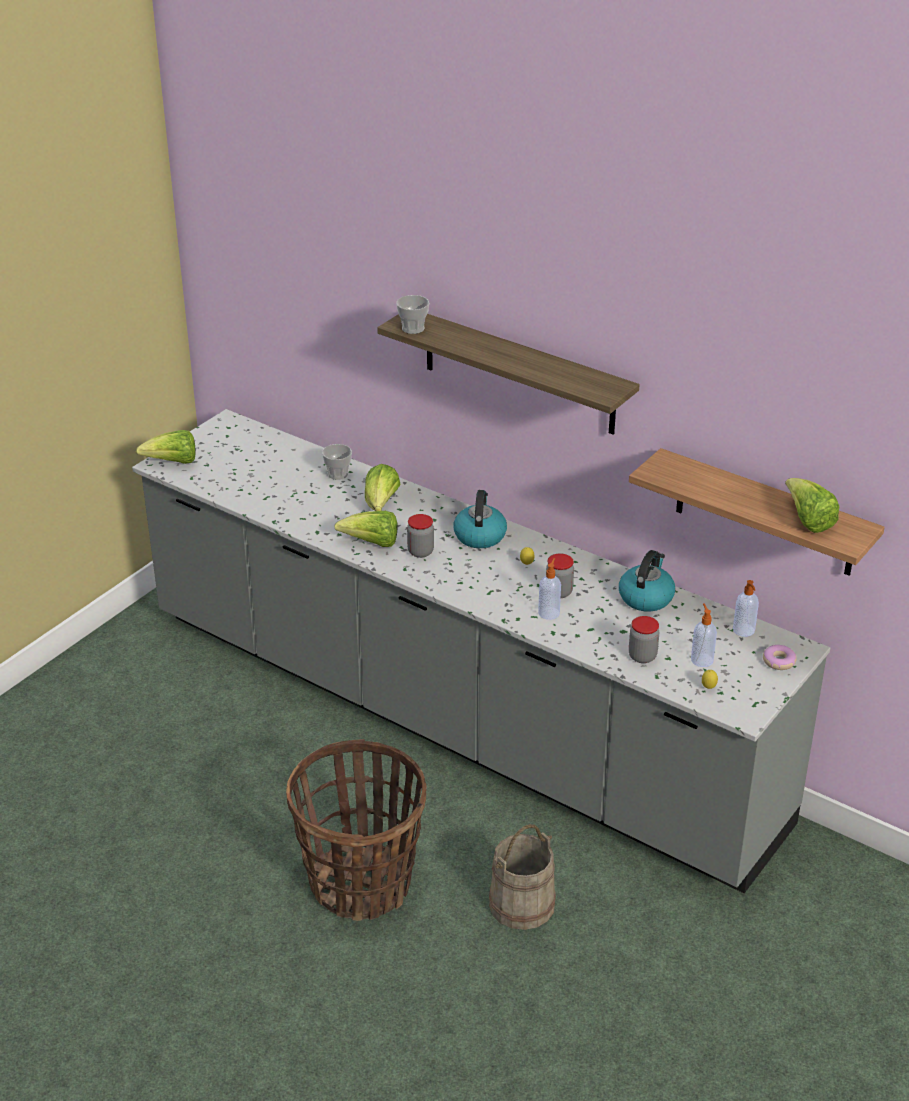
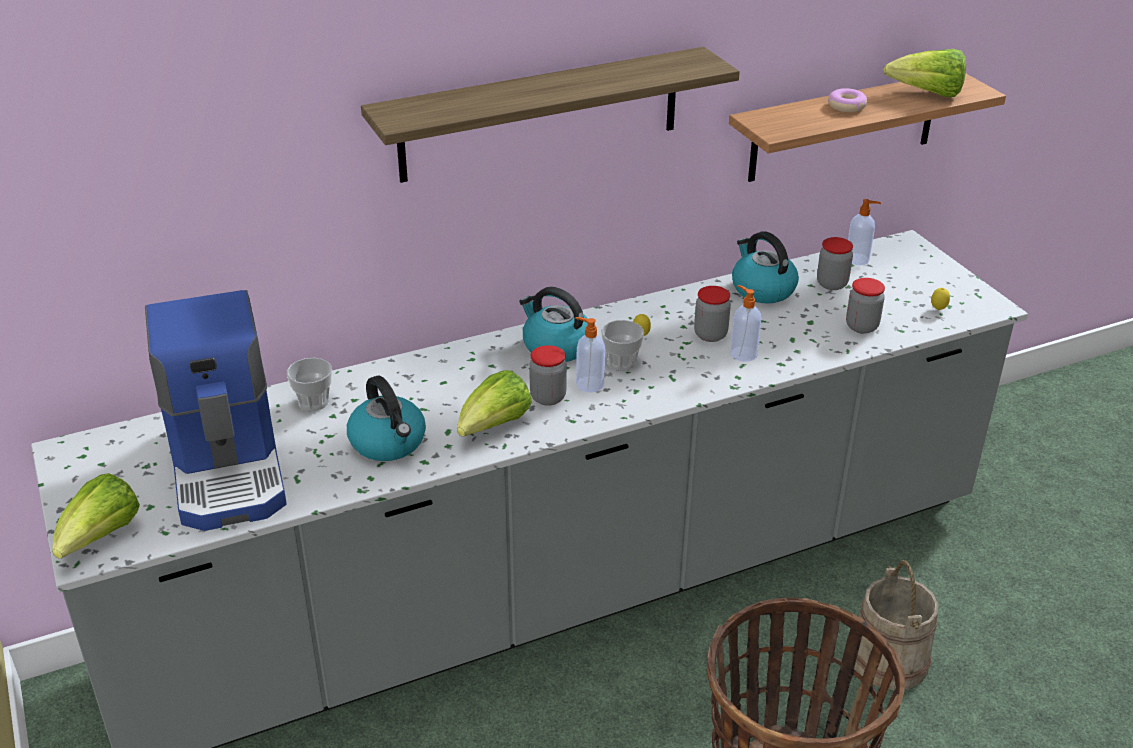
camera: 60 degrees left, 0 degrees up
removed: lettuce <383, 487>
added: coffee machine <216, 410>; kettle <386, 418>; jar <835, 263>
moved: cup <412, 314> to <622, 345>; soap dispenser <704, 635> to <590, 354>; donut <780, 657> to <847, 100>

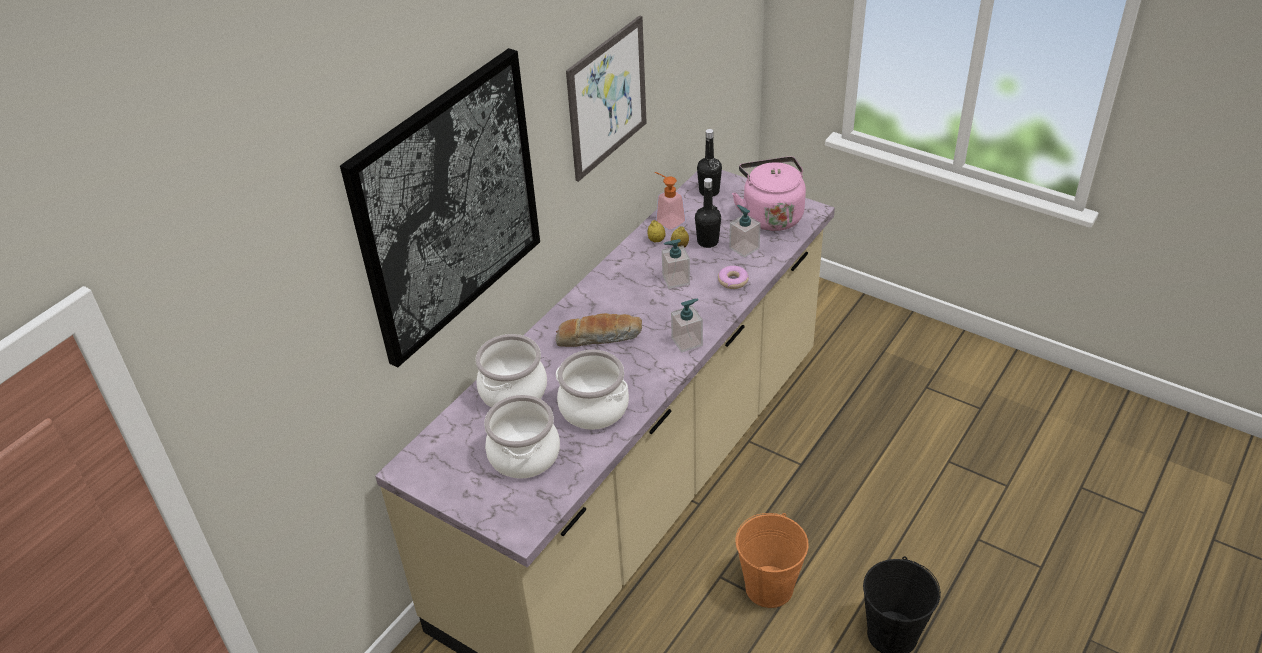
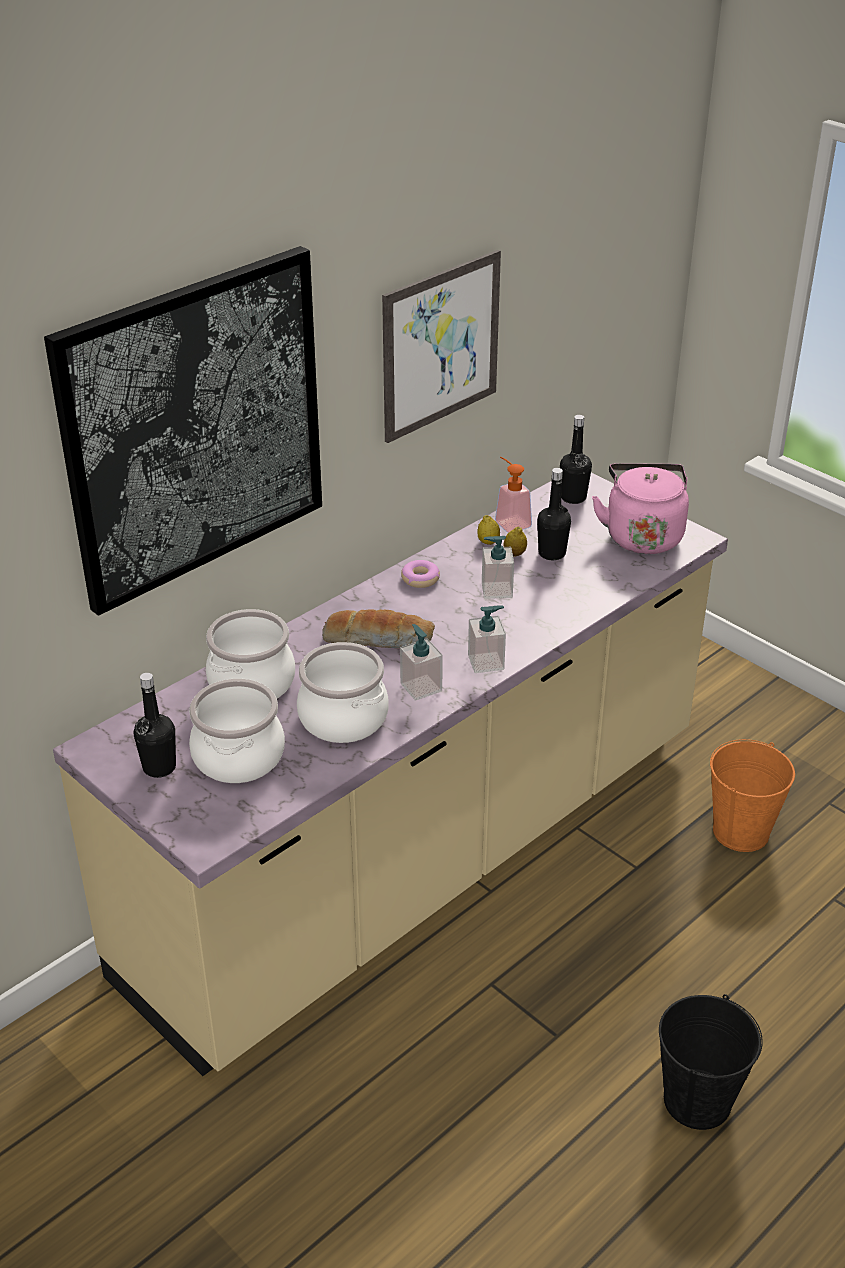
camera: 10 degrees right, 5 degrees down
added: black bottle <155, 725>
moved: donut <733, 277> to <420, 574>; soap dispenser <745, 231> to <421, 662>; orange bucket <772, 560> to <752, 795>

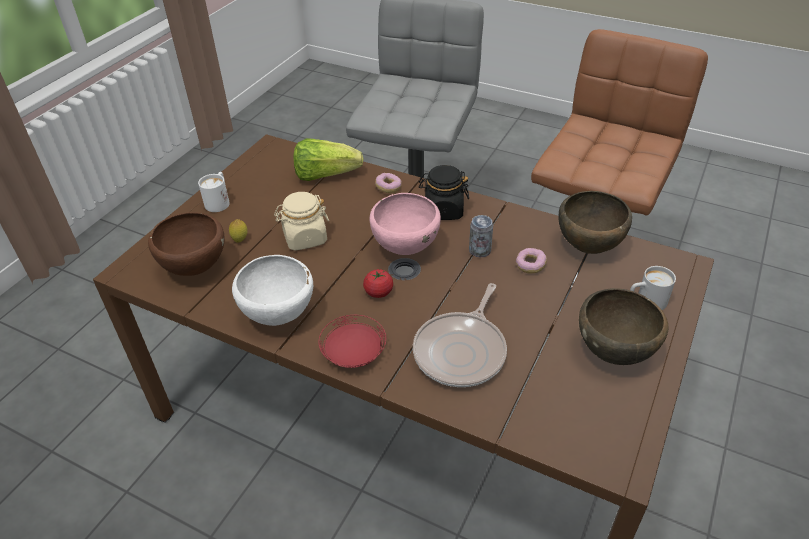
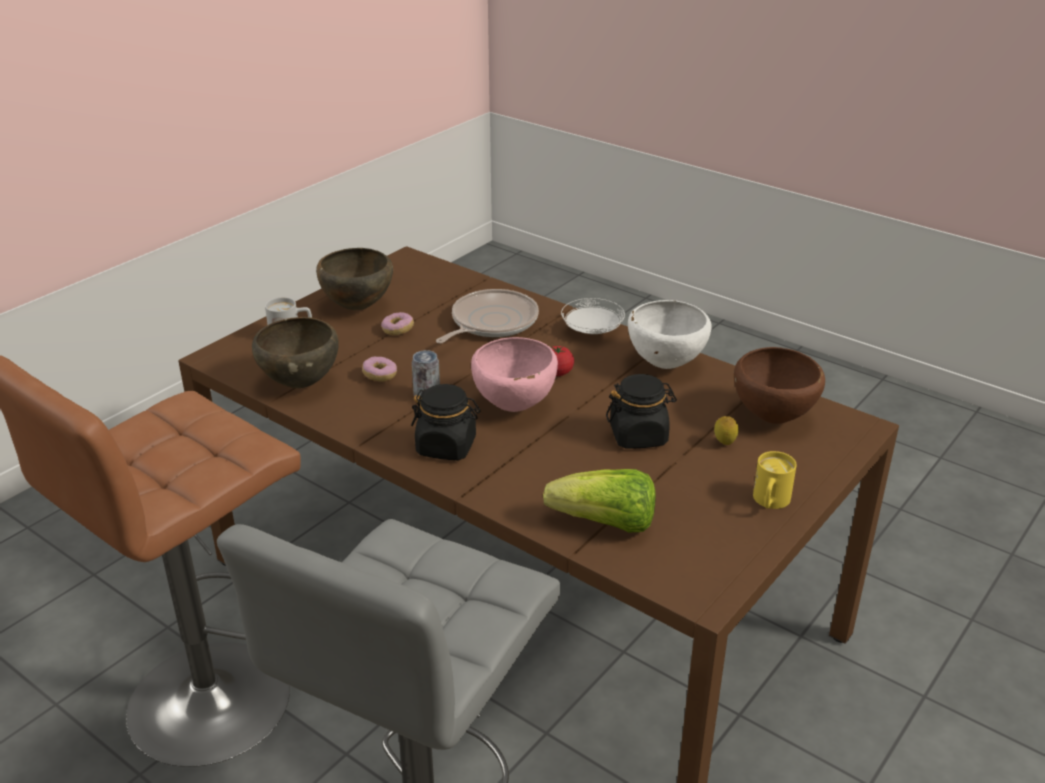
camera: 170 degrees left, 10 degrees down
moved: donut <388, 183> to <397, 323>
recoloured: white mug <214, 192> to yellow mug <775, 480>; beige jar <301, 221> to black jar <641, 411>; red plate <352, 341> to white plate <593, 316>

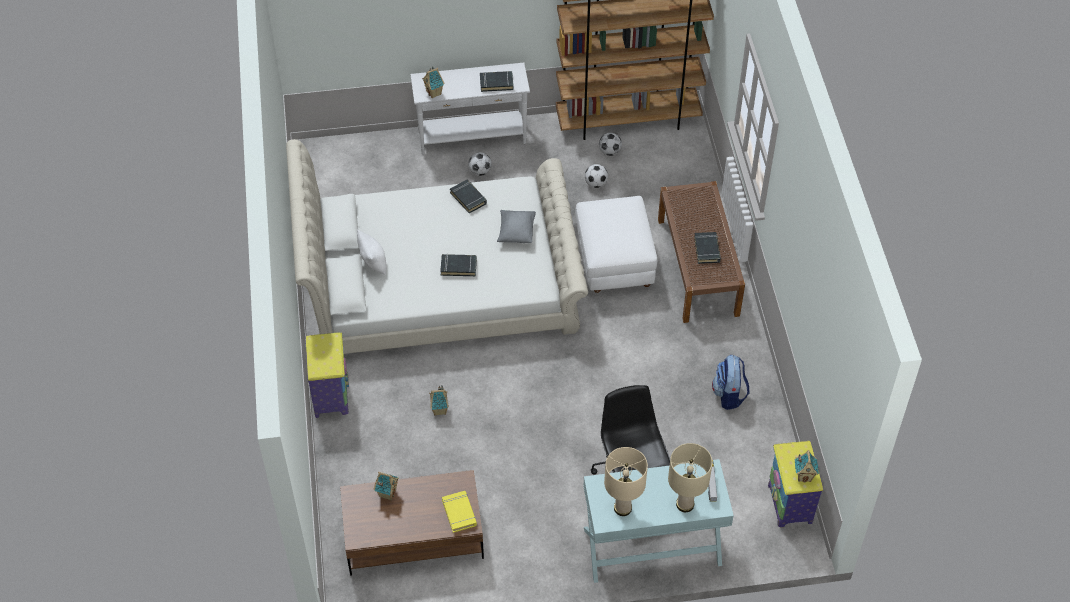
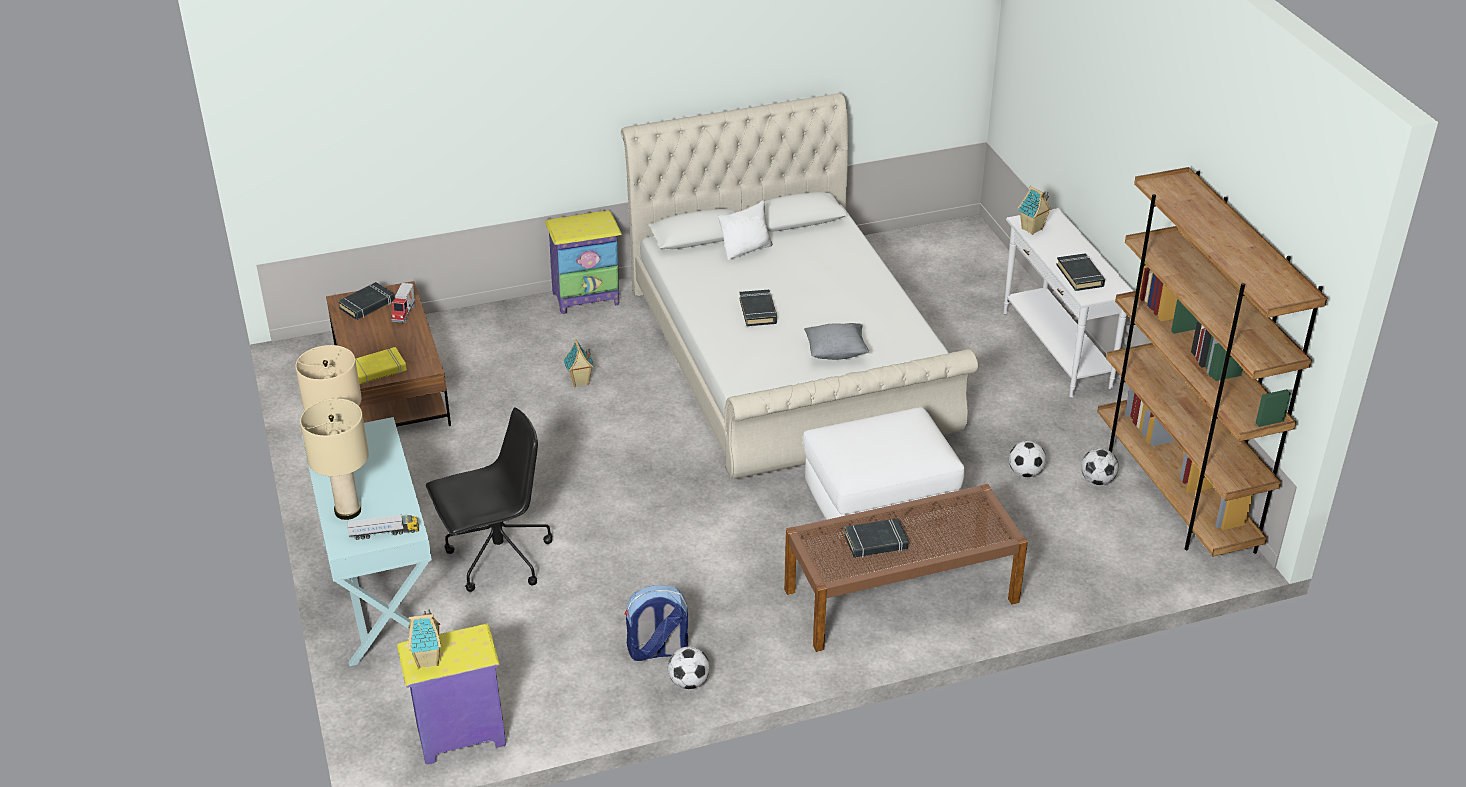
camera: 80 degrees right, 15 degrees down
moved: black book <468, 196> to <366, 301>; football <480, 164> to <689, 667>
replaced: toy house <386, 486> to toy truck <403, 303>

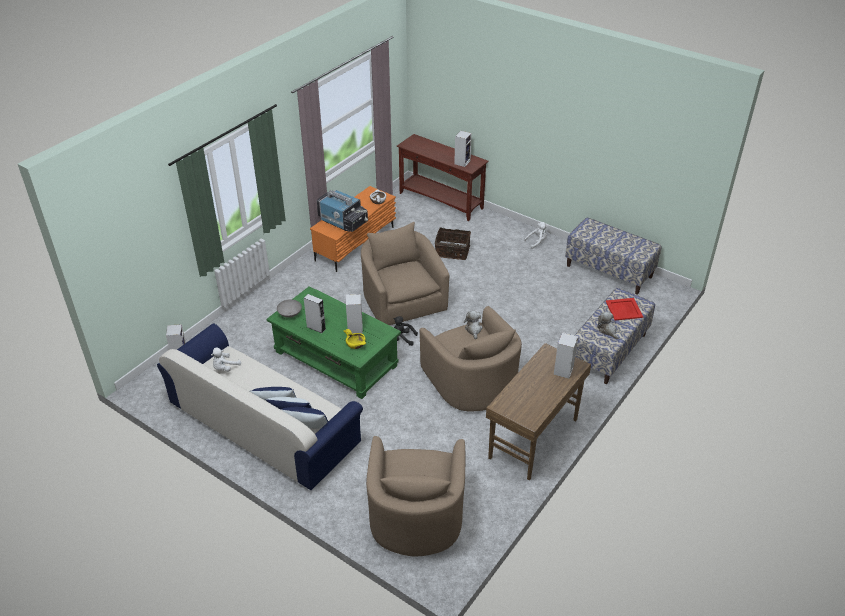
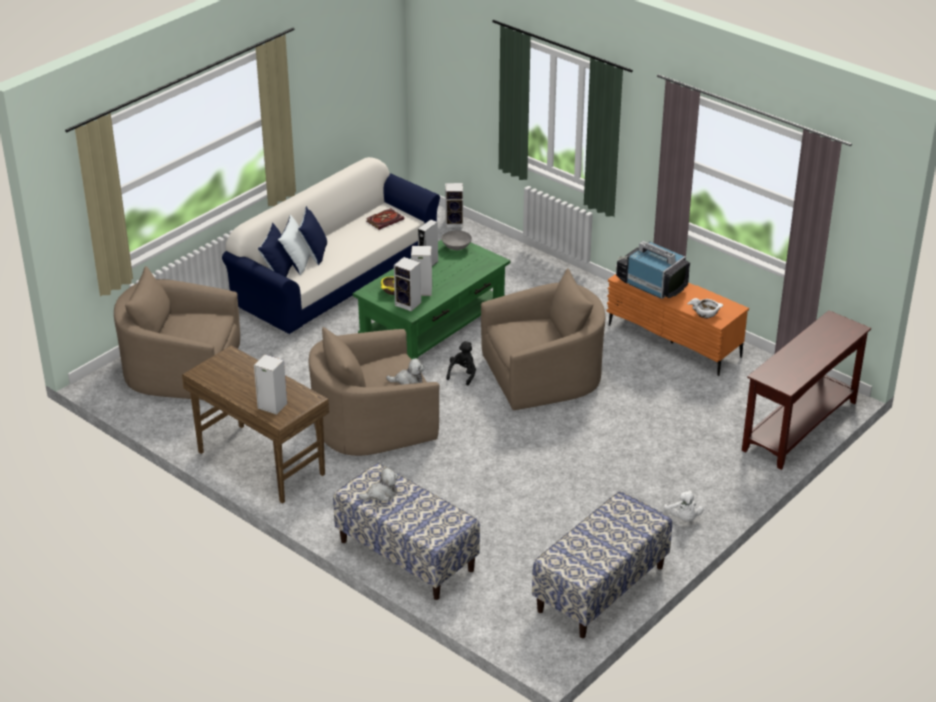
camera: 95 degrees right, 5 degrees down
removed: basket <453, 243>; red tray <624, 309>
moved: speaker <463, 149> to <407, 284>
replaced: white plush toy <226, 359> to book <385, 219>
turned: television <342, 211> = <653, 270> 90 degrees clockwise

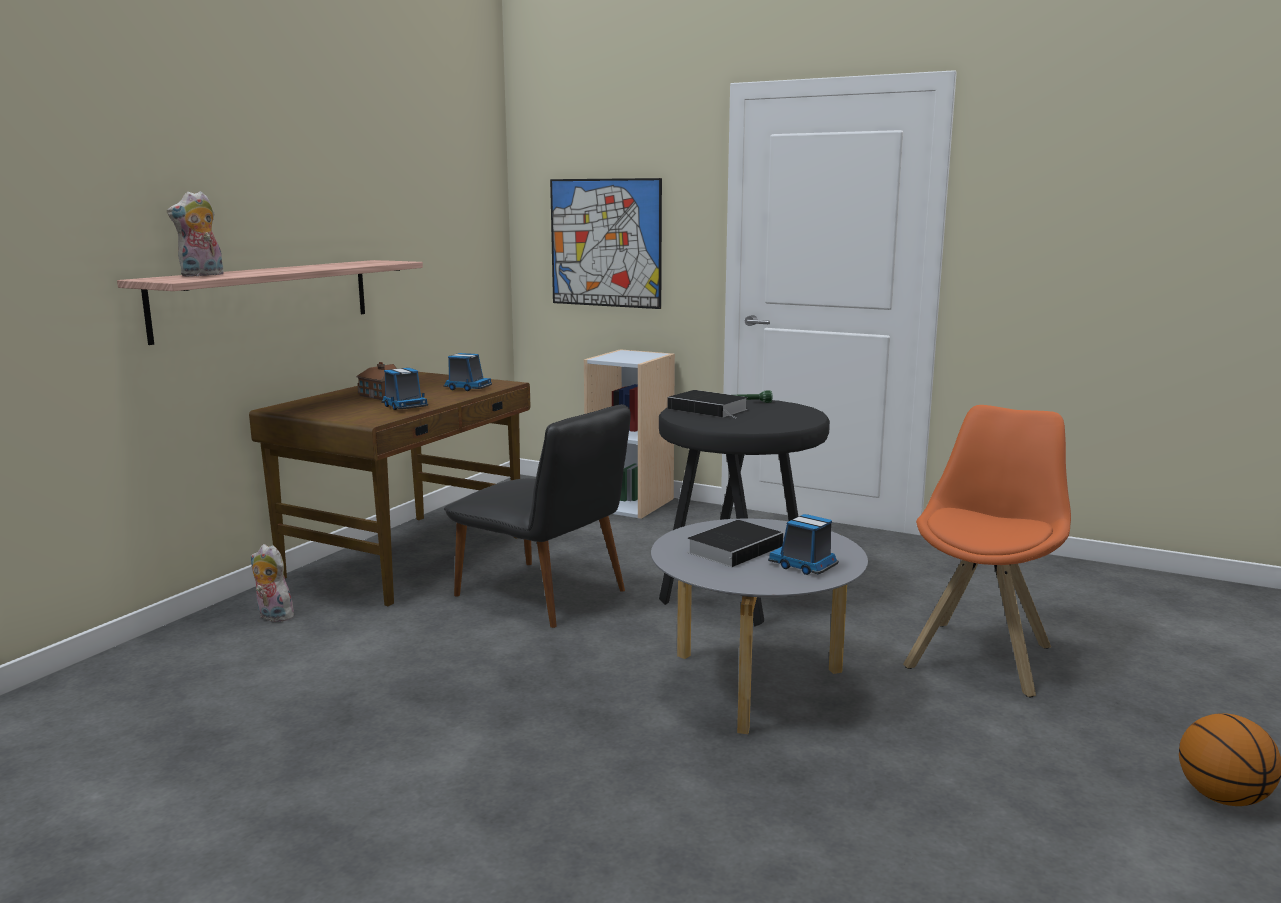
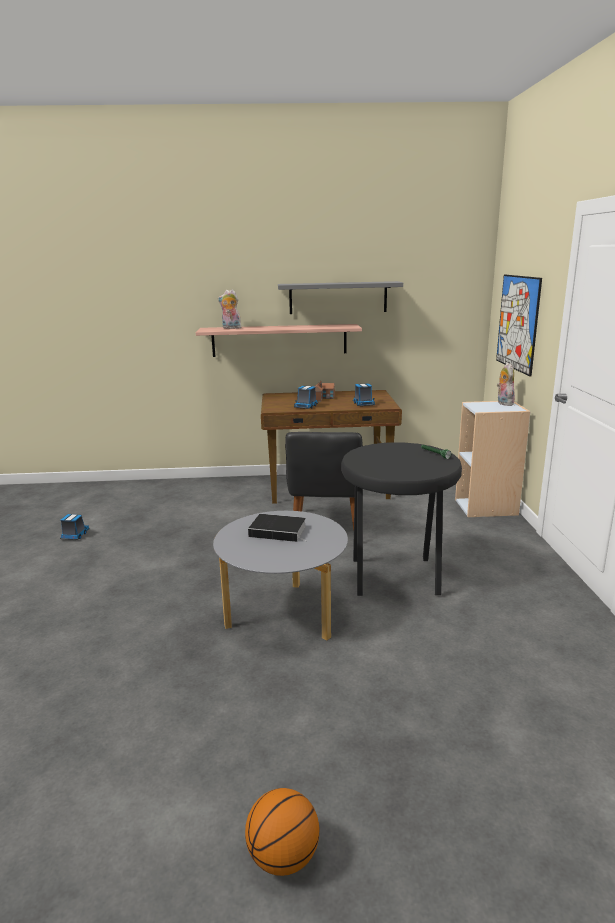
camera: 60 degrees right, 5 degrees up
removed: book <707, 404>; orange chair <987, 551>
added: grey shelf <340, 297>
moved: plush toy <272, 583> to <506, 384>; toy truck <803, 544> to <75, 527>

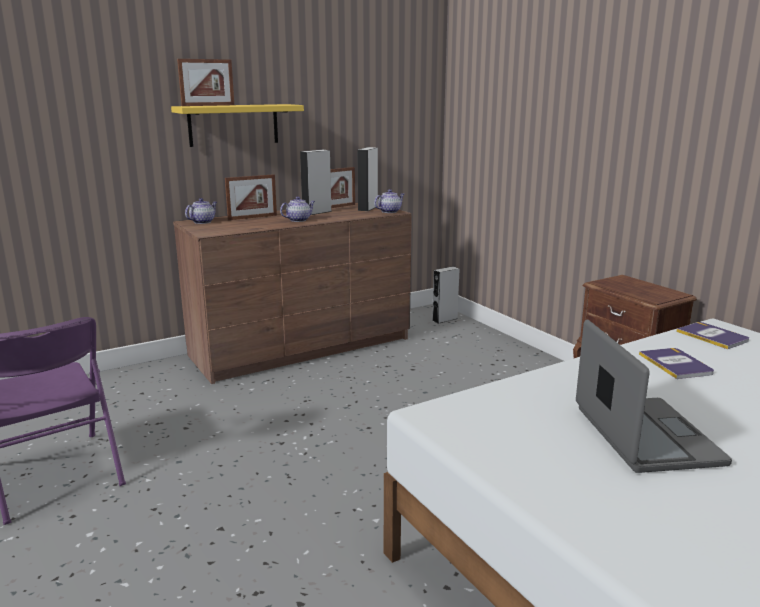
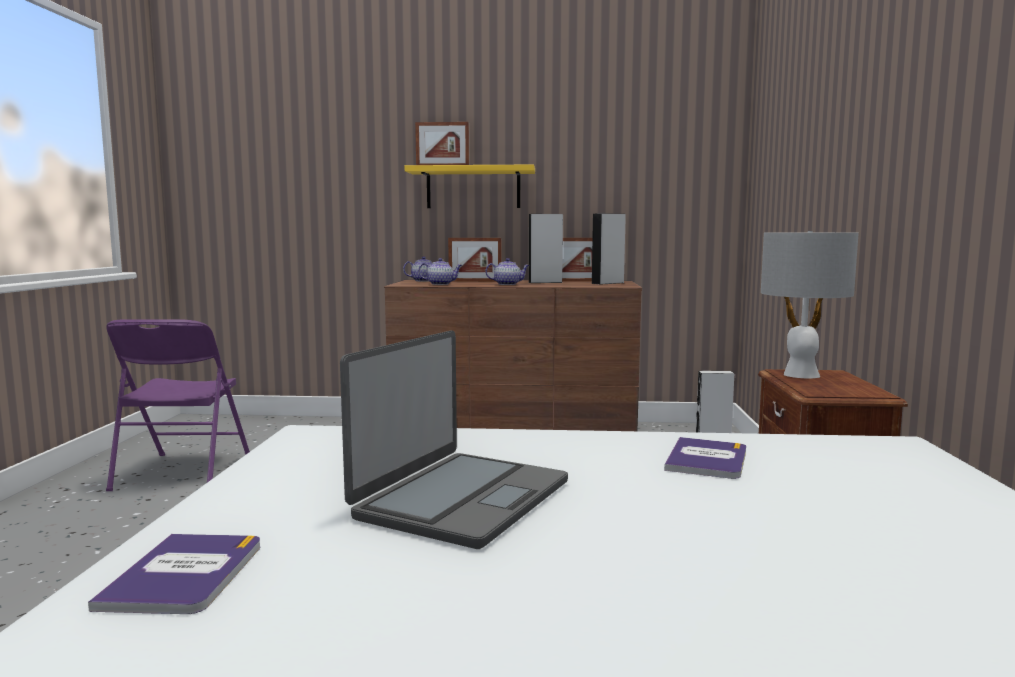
camera: 35 degrees right, 10 degrees down
added: grey table lamp <810, 305>
moved: teapot <389, 201> to <440, 271>; book <712, 335> to <174, 574>

